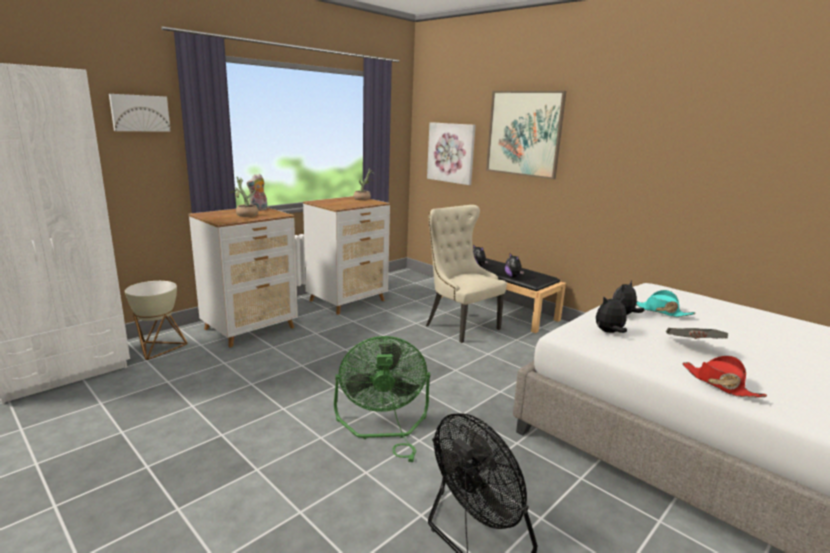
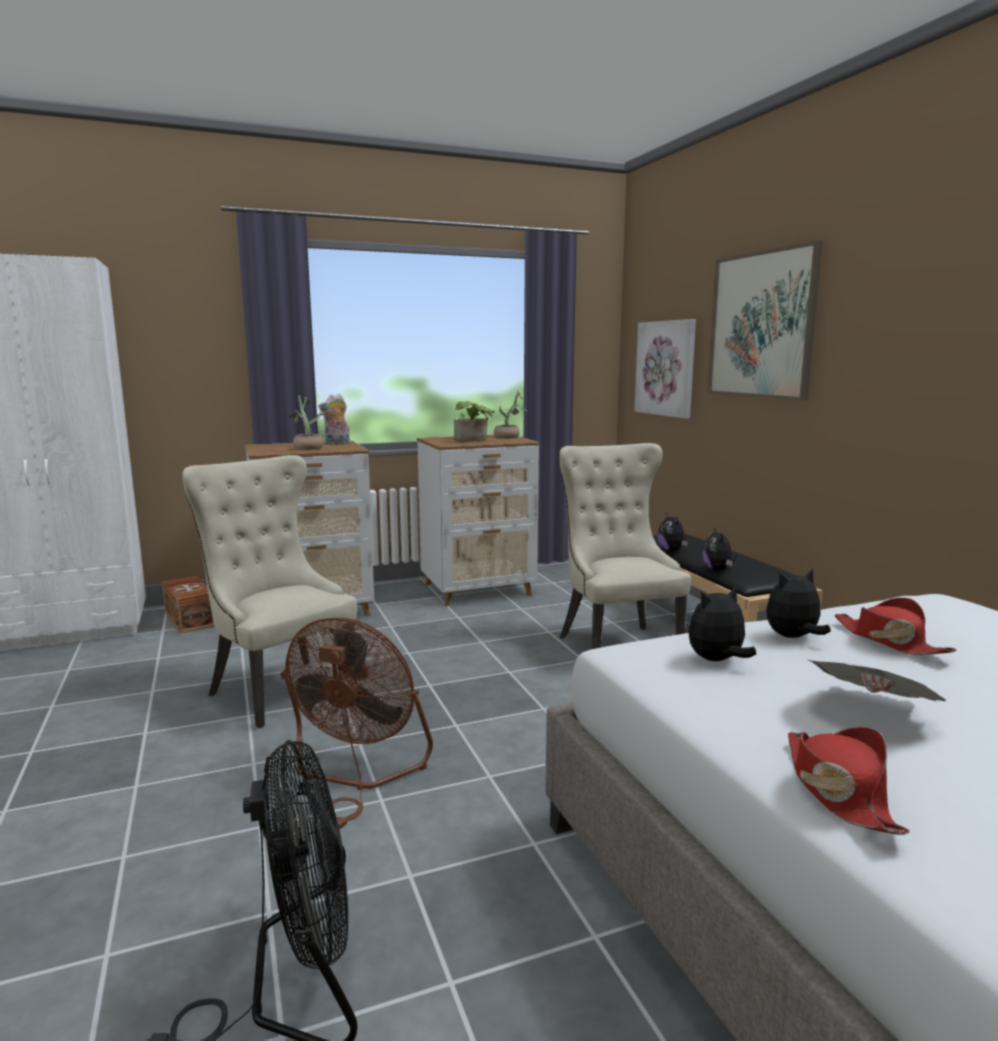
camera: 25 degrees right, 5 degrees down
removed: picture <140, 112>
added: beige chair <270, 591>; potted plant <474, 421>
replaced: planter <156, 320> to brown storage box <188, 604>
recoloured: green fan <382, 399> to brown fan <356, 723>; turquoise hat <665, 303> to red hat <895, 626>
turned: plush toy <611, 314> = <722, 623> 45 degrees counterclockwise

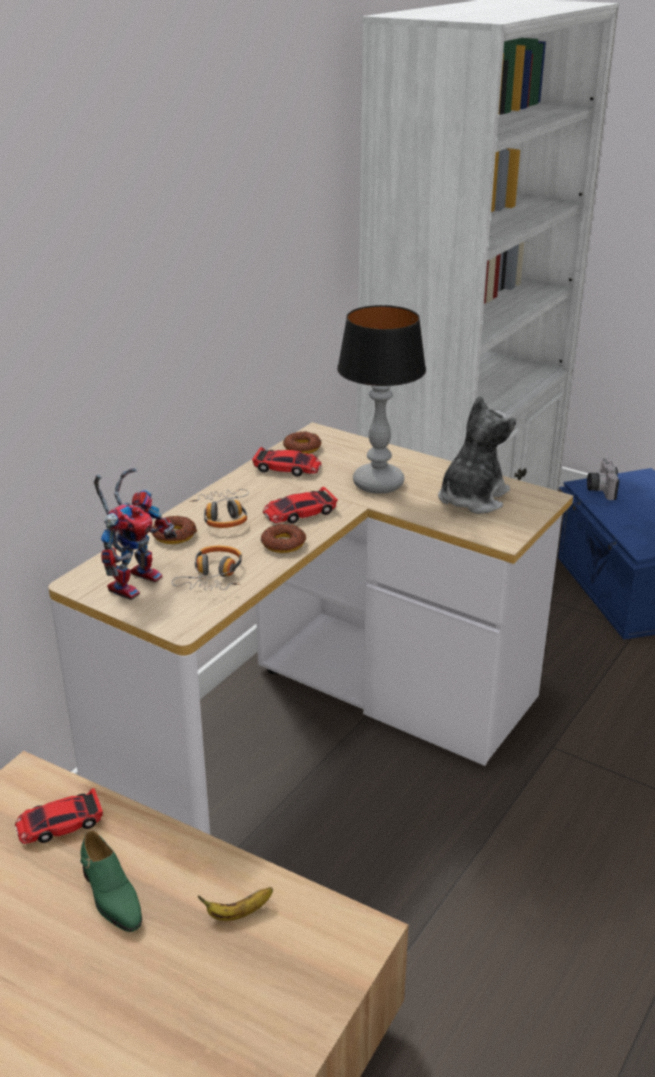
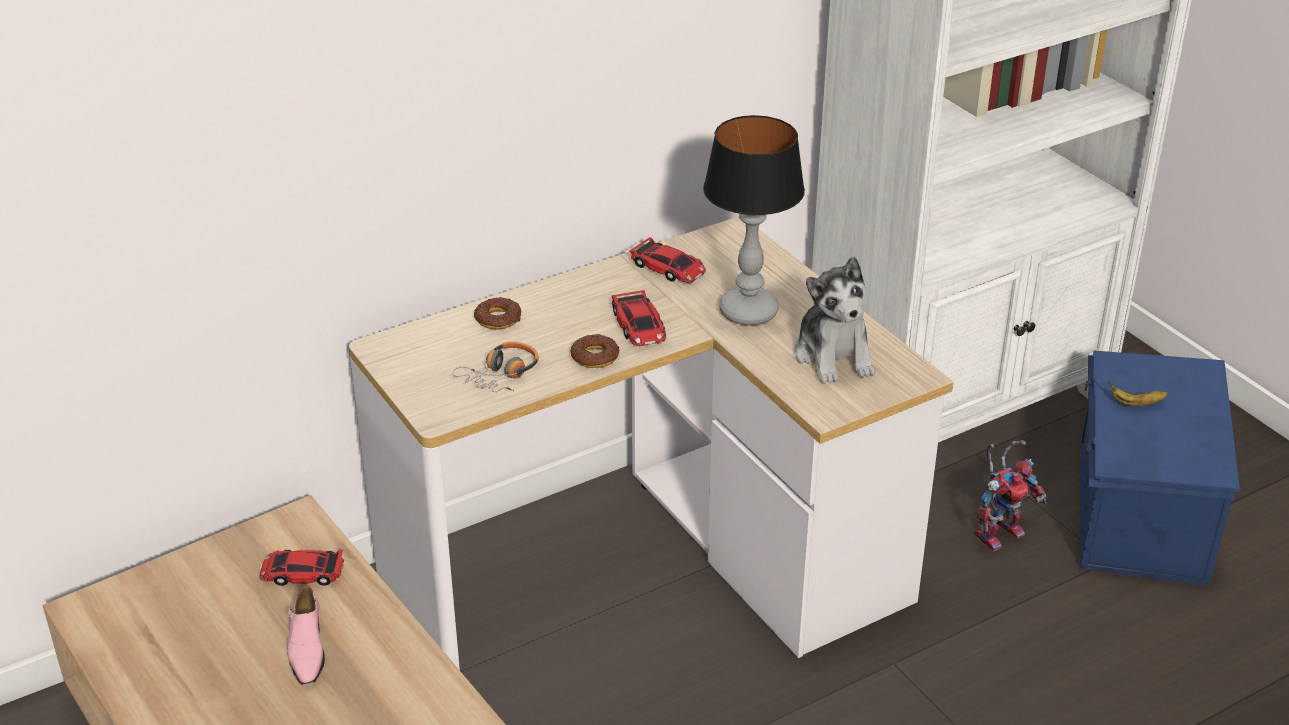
camera: 25 degrees right, 5 degrees up
removed: headphones <219, 508>; donut <302, 442>; photo camera <603, 479>
moved: toy robot <135, 534> to <1011, 496>; banana <235, 904> to <1138, 393>
recoloured: green shoe <111, 881> to pink shoe <306, 636>
turned: toy car <300, 505> = <638, 318> 105 degrees counterclockwise; plush toy <477, 454> = <834, 320> 105 degrees clockwise

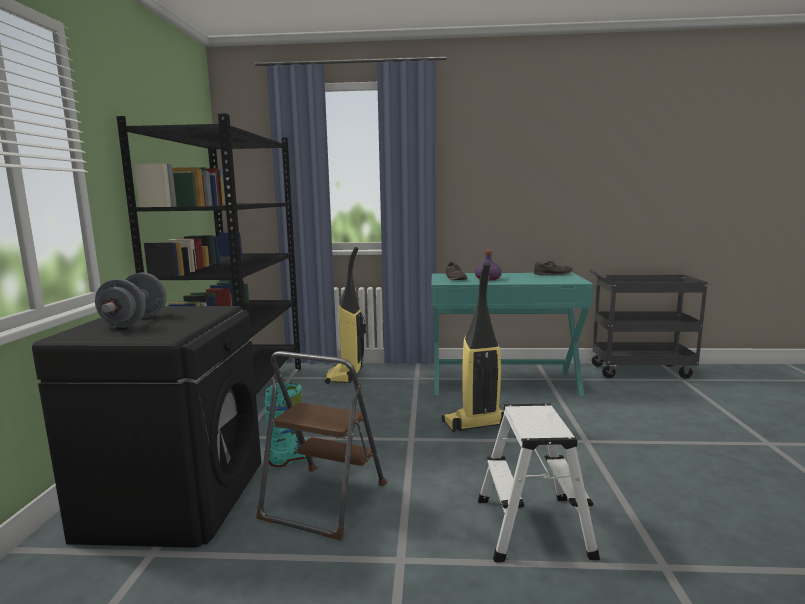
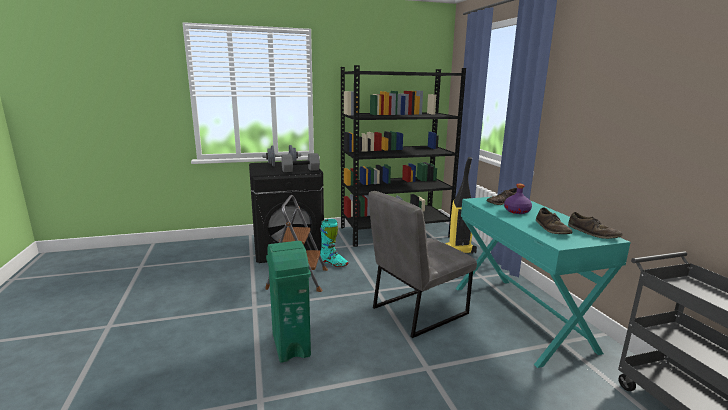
camera: 70 degrees right, 5 degrees up
added: grey dumbbell <300, 162>; brown shoe <554, 220>
replaced: vacuum cleaner <473, 347> to grey chair <422, 264>; white step ladder <539, 483> to green trash can <288, 302>

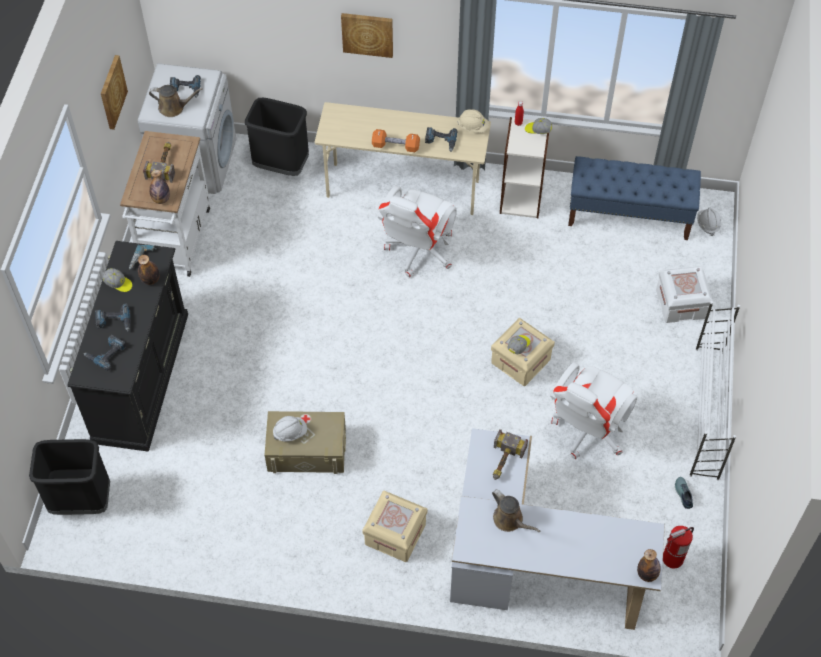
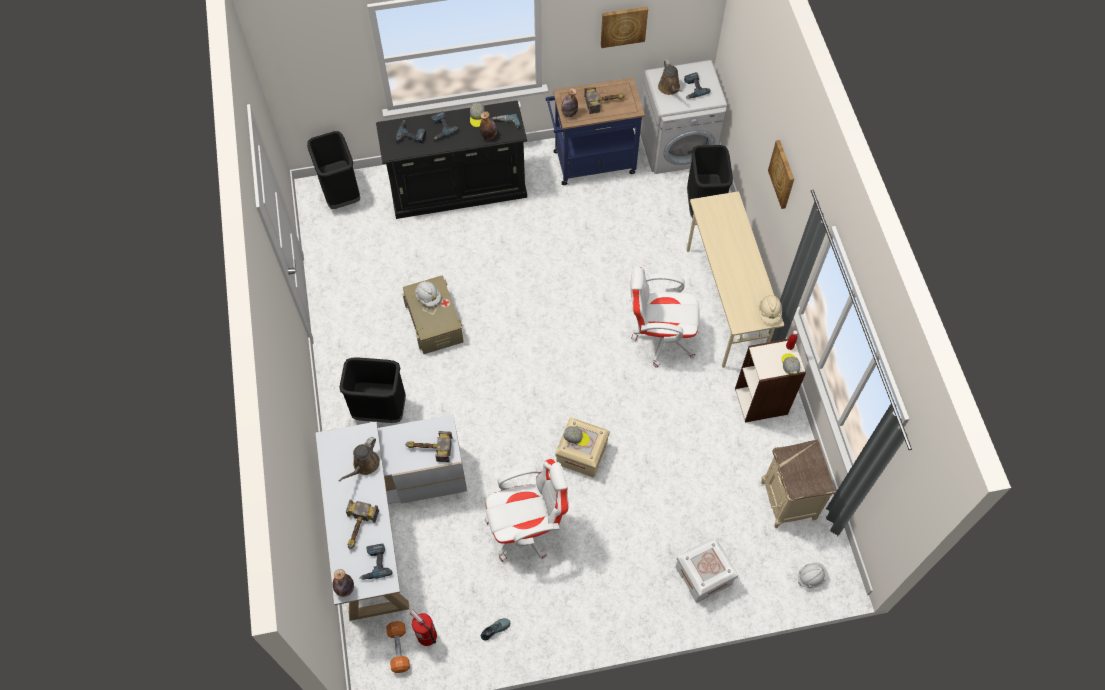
camera: 70 degrees right, 5 degrees up
removed: white shoe rack <714, 391>
added: hammer <362, 524>
moved: orange dumbbell <396, 140> to <398, 647>; power drill <441, 139> to <376, 561>
replaced: beige storage box <395, 526> to black trash can <372, 390>; blue bench <634, 198> to beige nightstand <798, 484>
recoloured: white cart <165, 204> to blue cart <595, 131>
turned: white office chair <593, 410> = <527, 510> 150 degrees clockwise

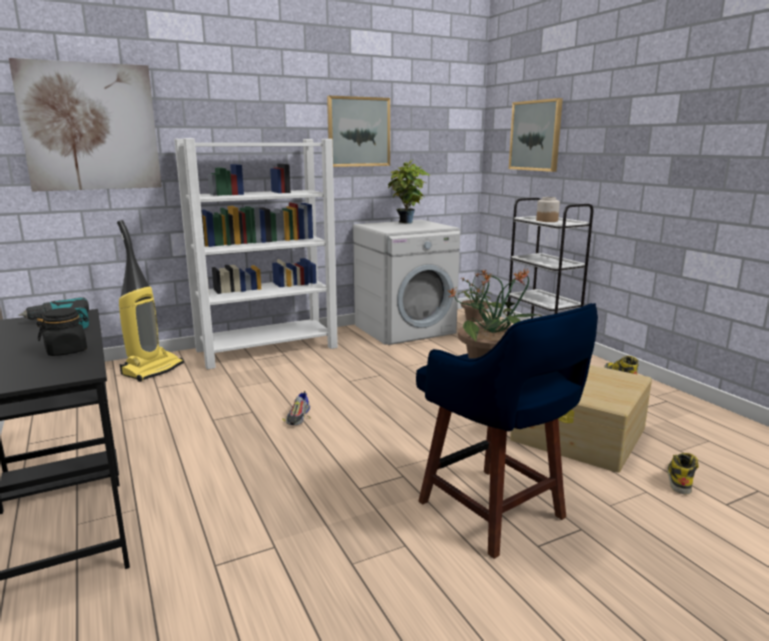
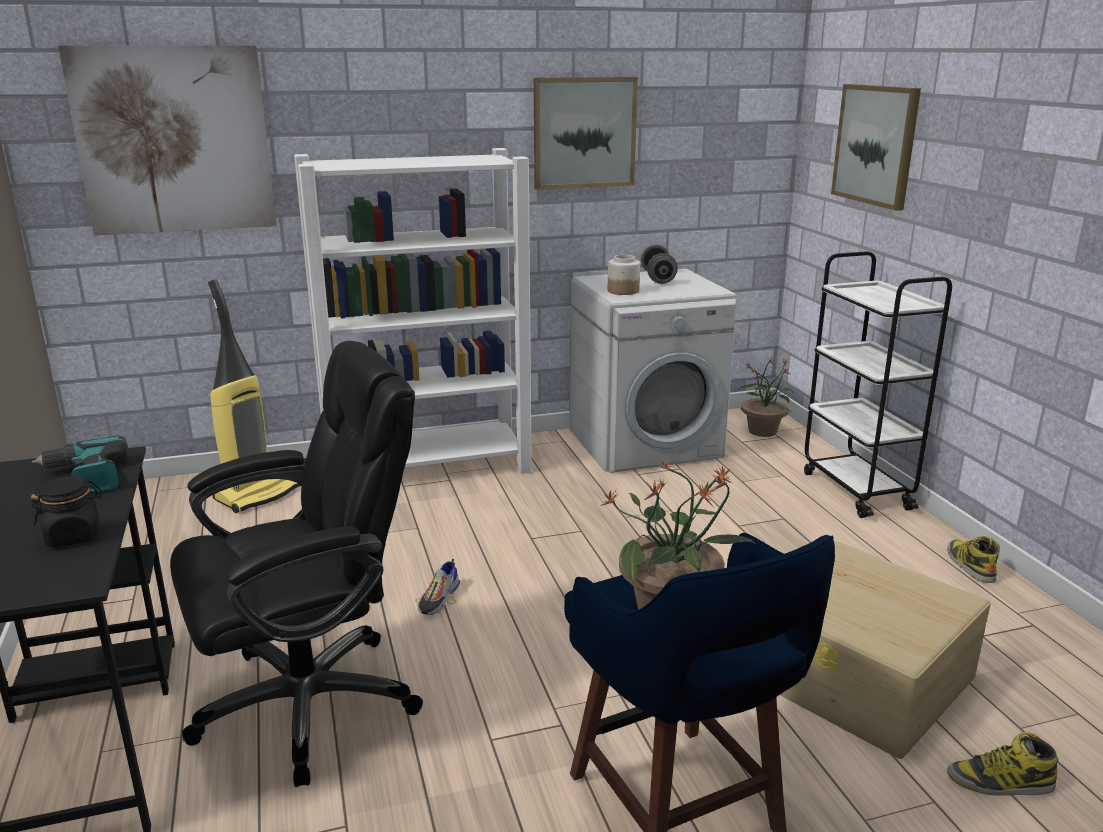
camera: 10 degrees right, 5 degrees up
added: black office chair <296, 564>
moved: jar <548, 209> to <624, 275>
replaced: potted plant <409, 192> to grey dumbbell <659, 264>
turned: boot <683, 473> = <1002, 764> 120 degrees counterclockwise

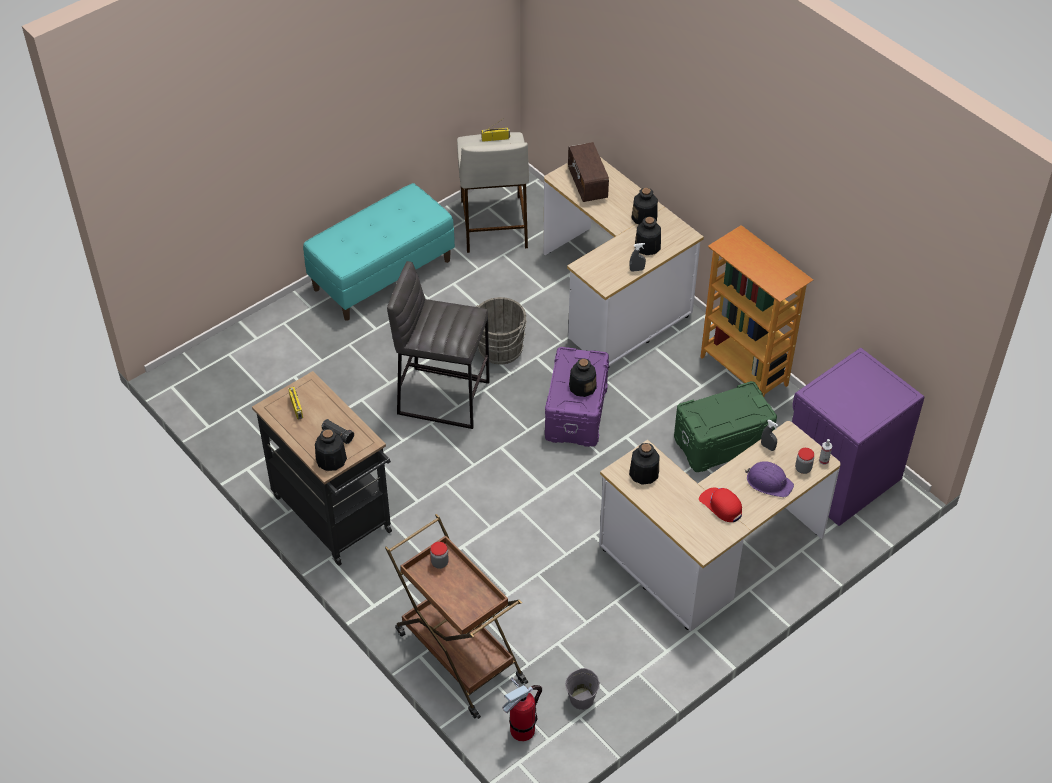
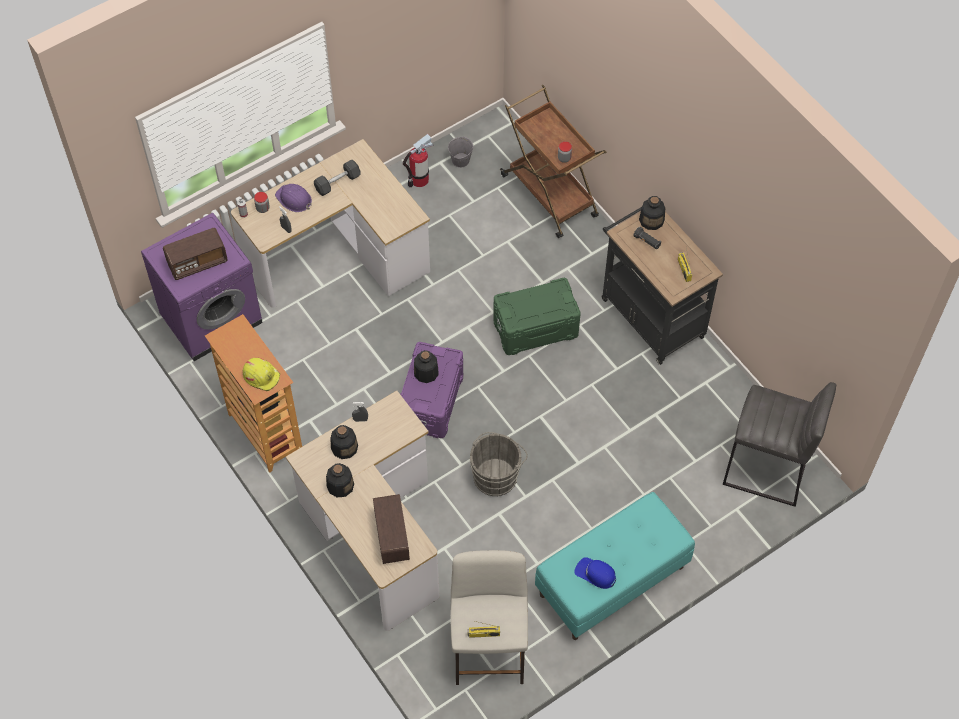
camera: 175 degrees left, 10 degrees up
removed: bottle <644, 464>
added: radio <195, 254>; yellow hard hat <261, 374>; blue cap <595, 573>
moved: grey stool <438, 345> to <779, 444>; fire extinguisher <522, 709> to <418, 160>; green storage box <725, 426> to <537, 316>
replaced: red cap <720, 504> to grey dumbbell <337, 177>

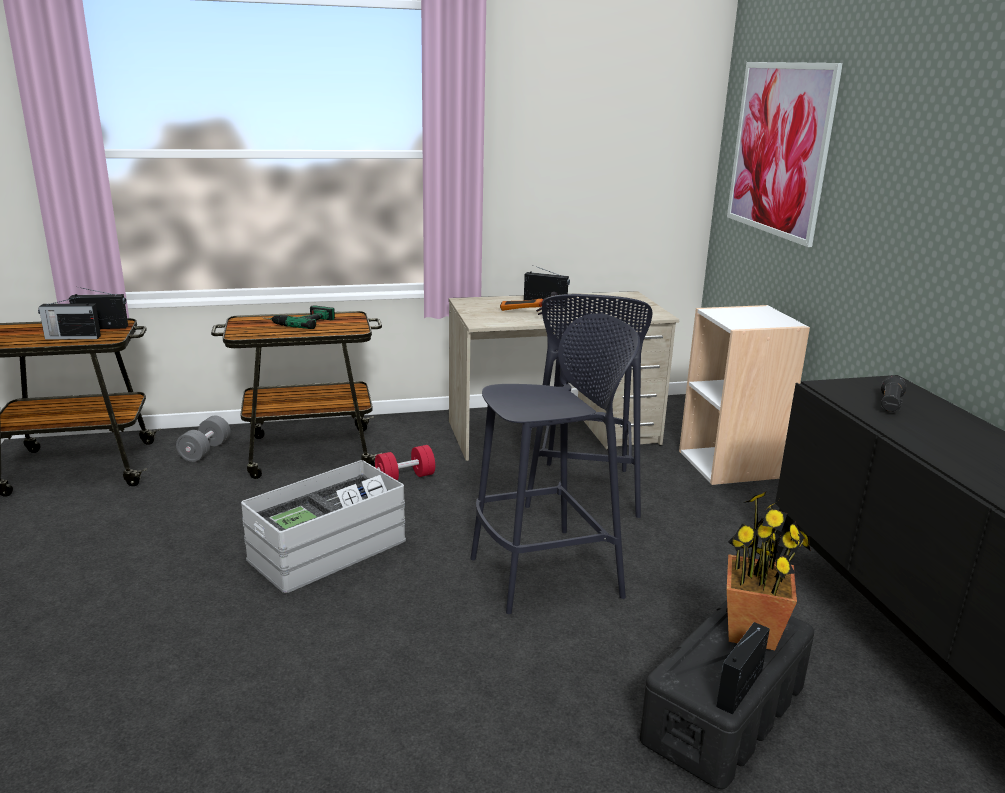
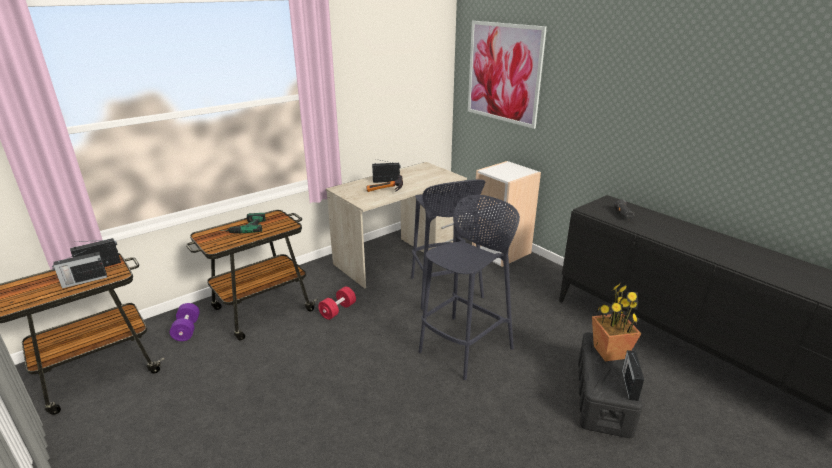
camera: 25 degrees left, 5 degrees up
removed: grey storage box <323, 526>
recoloured: grey dumbbell <203, 439> to purple dumbbell <185, 322>

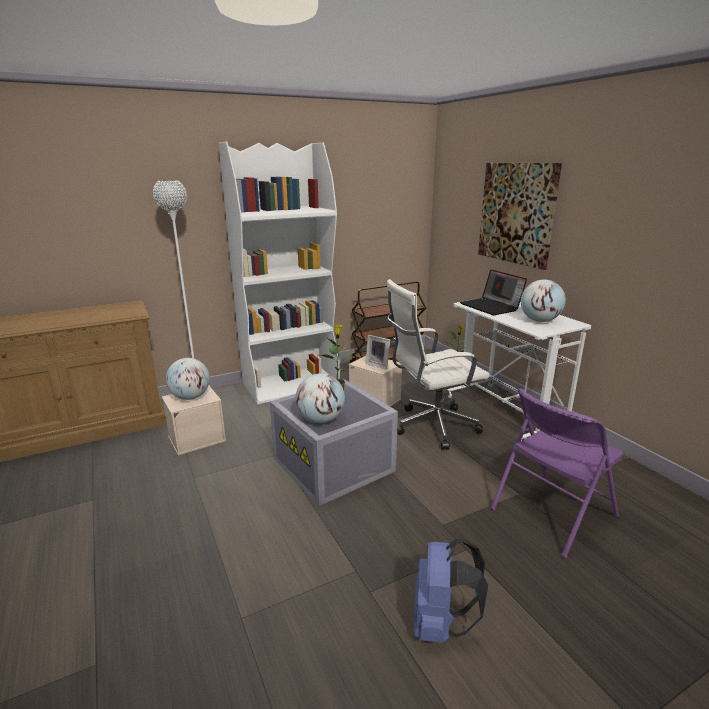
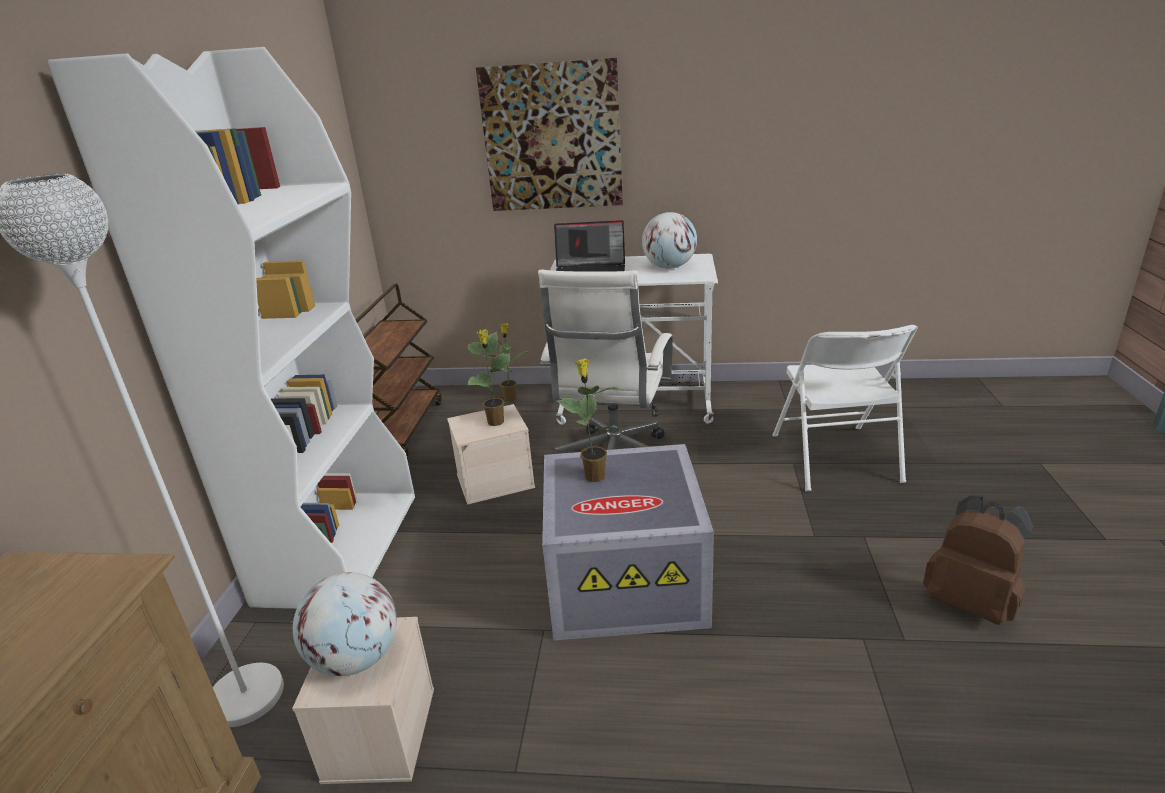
camera: 55 degrees left, 5 degrees up
removed: globe <320, 398>
replaced: picture frame <378, 352> to potted plant <488, 377>
recoloured: blue backpack <450, 591> to brown backpack <978, 560>; purple chair <557, 473> to white chair <844, 408>

